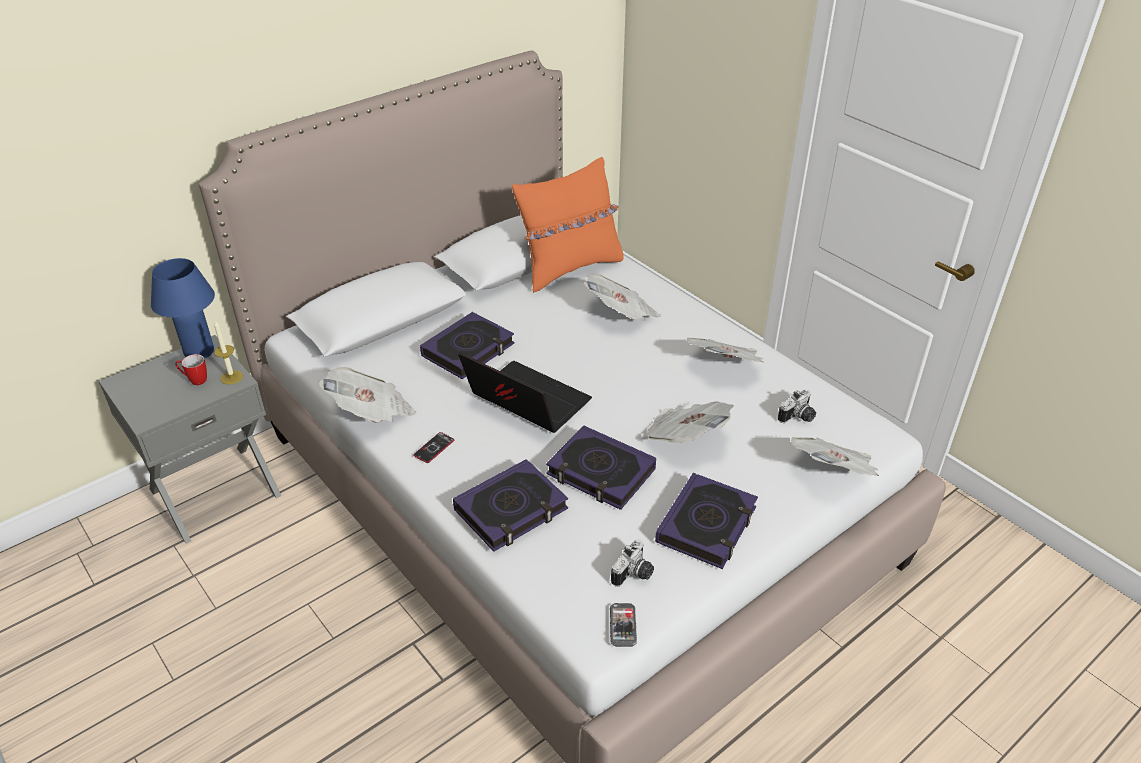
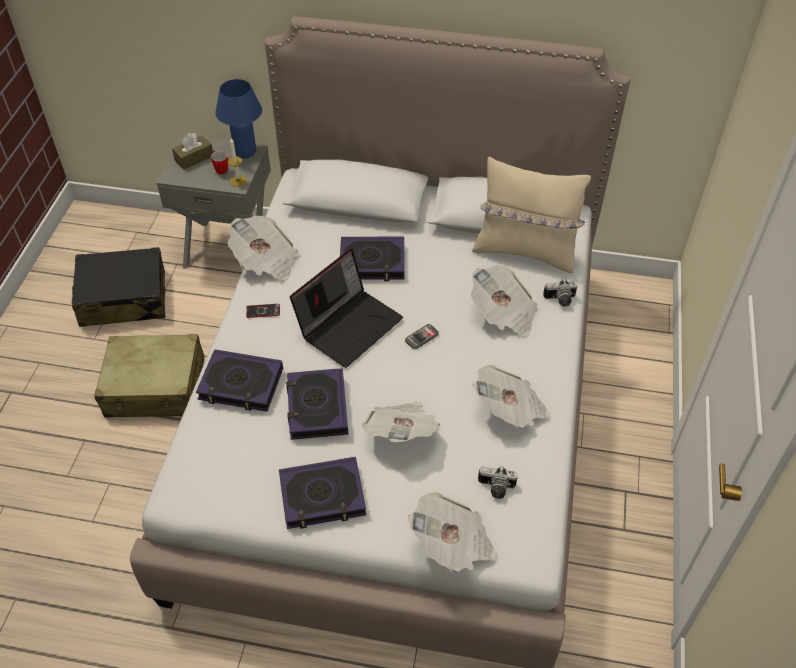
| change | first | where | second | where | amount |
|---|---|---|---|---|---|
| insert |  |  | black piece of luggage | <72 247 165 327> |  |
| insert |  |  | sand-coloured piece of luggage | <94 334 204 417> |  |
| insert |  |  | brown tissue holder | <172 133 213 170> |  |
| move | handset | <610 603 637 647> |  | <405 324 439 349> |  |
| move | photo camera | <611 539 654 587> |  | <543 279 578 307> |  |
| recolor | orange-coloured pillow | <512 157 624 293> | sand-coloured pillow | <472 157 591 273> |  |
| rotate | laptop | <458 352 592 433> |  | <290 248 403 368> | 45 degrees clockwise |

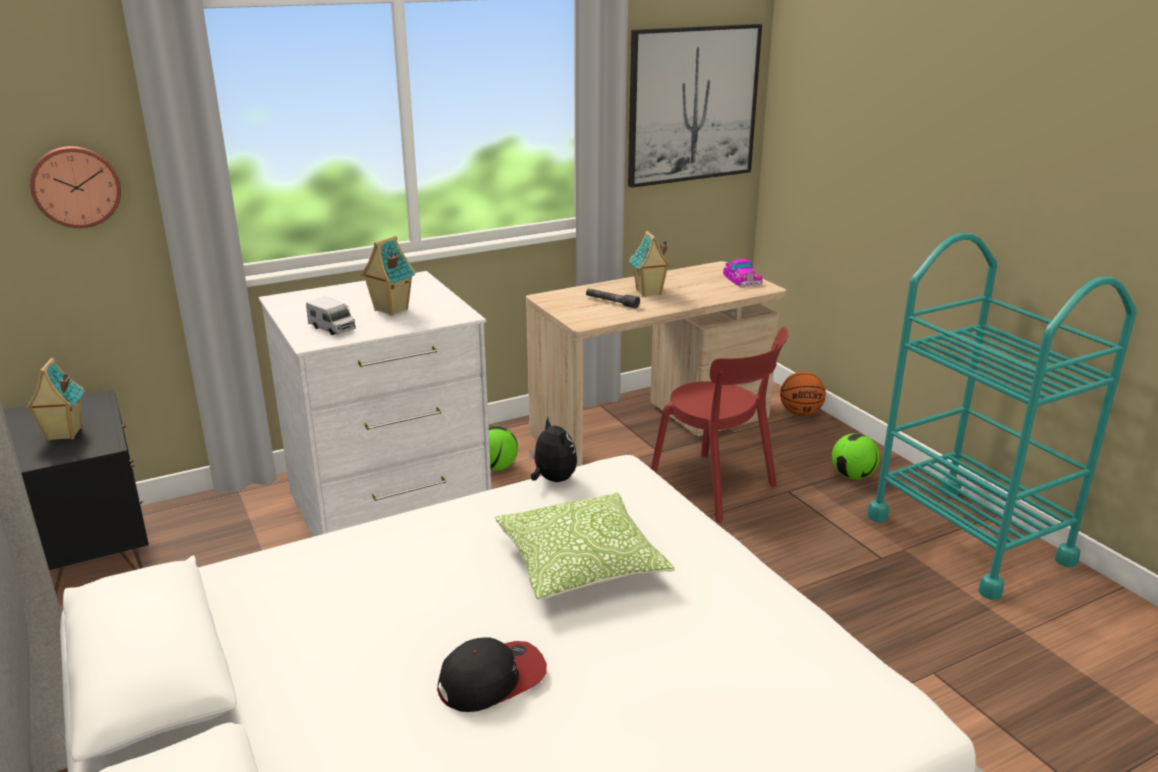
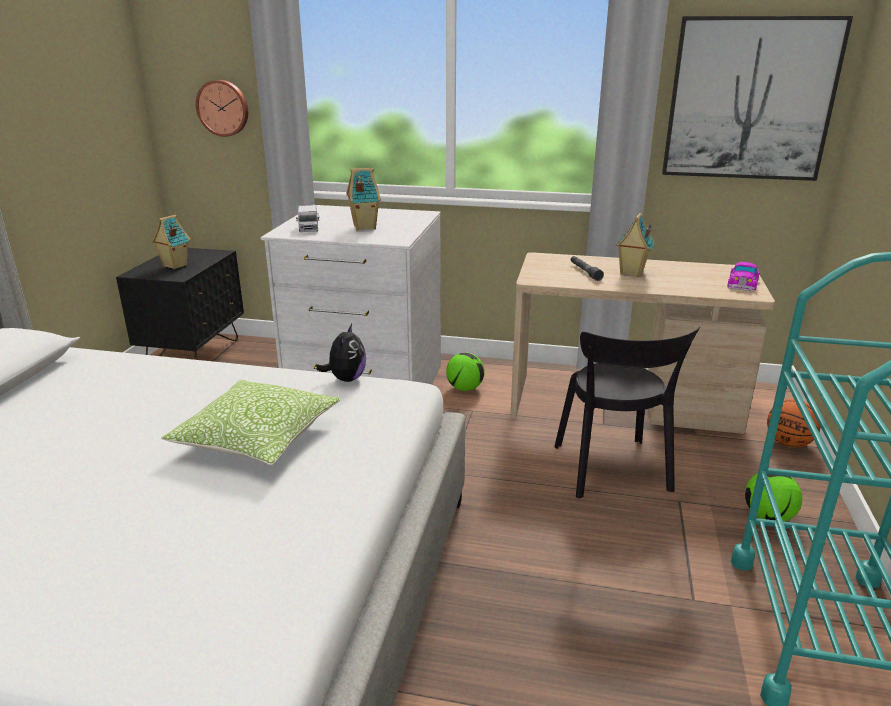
| change | first | where | second | where | amount |
|---|---|---|---|---|---|
| delete | baseball cap | <437 637 547 712> |  |  |  |
| recolor | red-coloured upright chair | <651 327 788 523> | black upright chair | <554 327 700 498> |  |

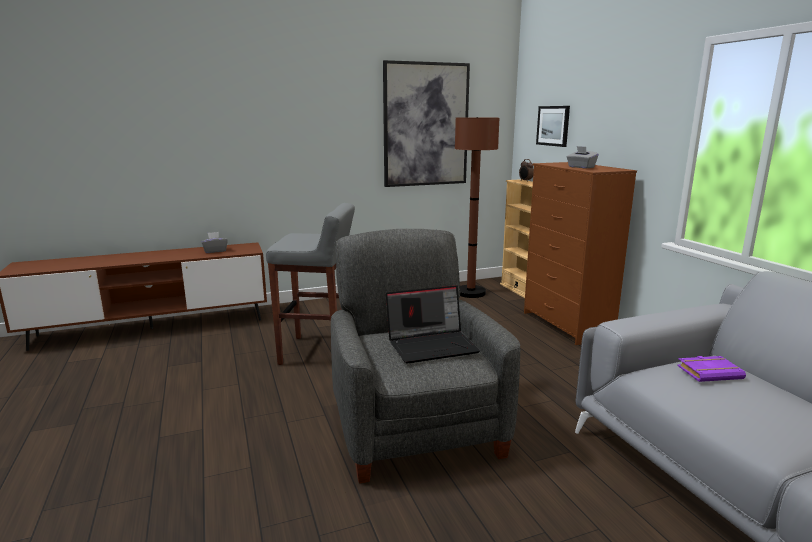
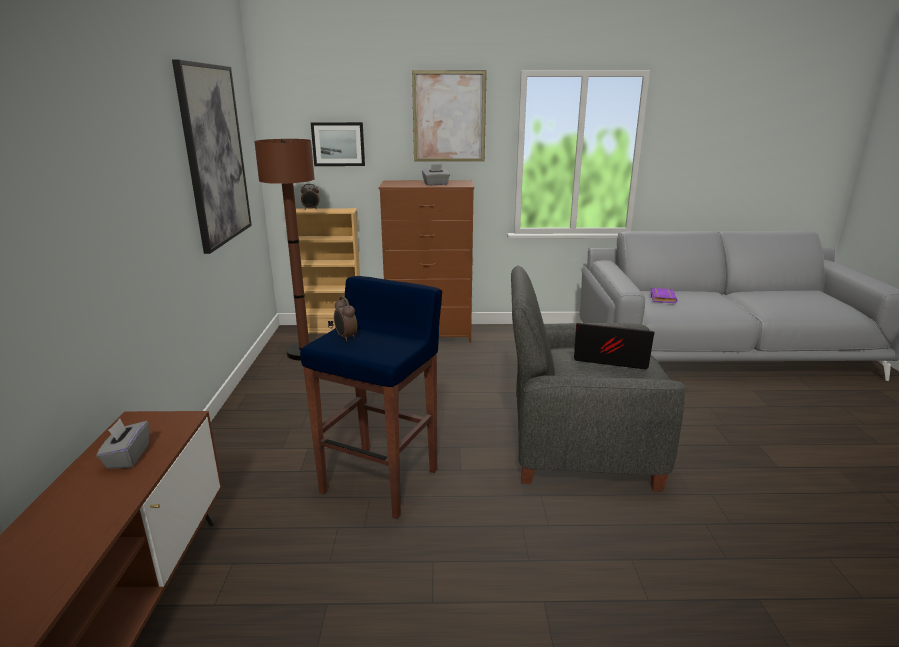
| change | first | where | second | where | amount |
|---|---|---|---|---|---|
| insert |  |  | bedside clock | <334 296 357 341> |  |
| insert |  |  | wall picture | <412 70 487 162> |  |
| recolor | grey sitting stool | <266 203 355 365> | bluish sitting stool | <300 276 442 519> |  |
| rotate | laptop | <386 285 480 364> |  | <574 323 654 369> | 75 degrees counterclockwise |

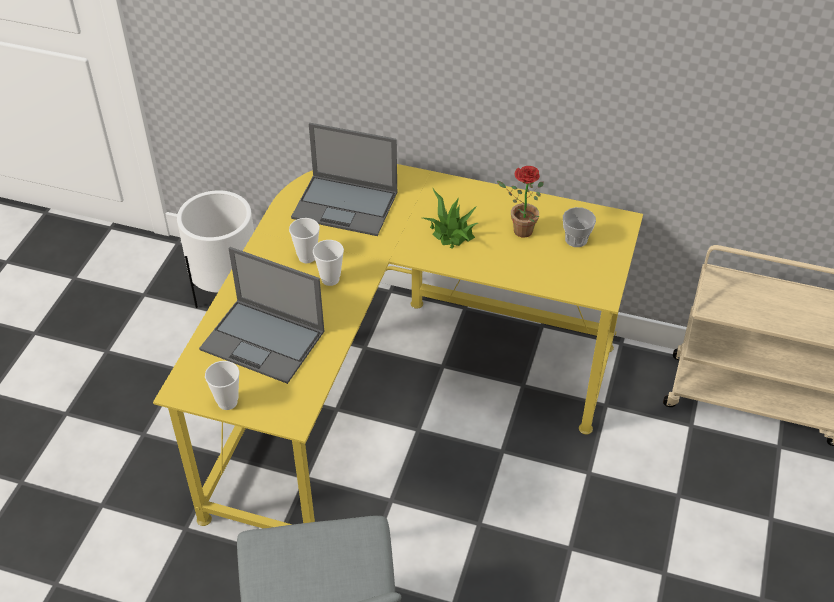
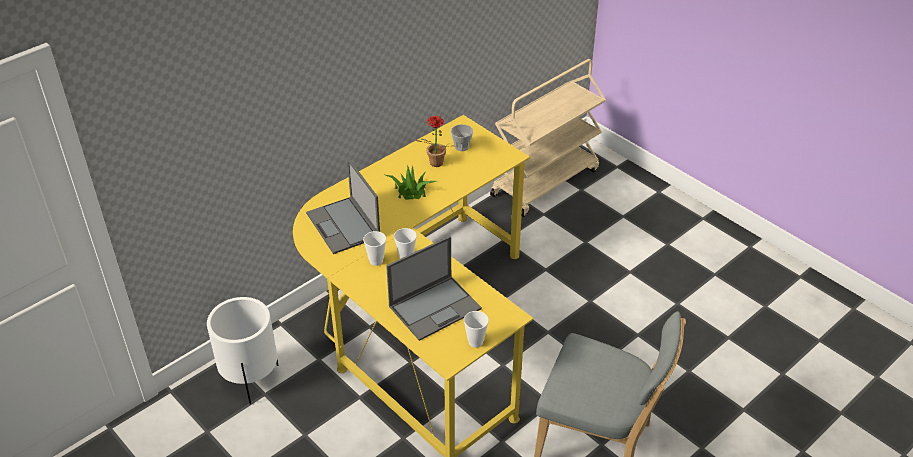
| change | first | where | second | where | amount |
|---|---|---|---|---|---|
| rotate | laptop | <291 123 398 236> |  | <306 158 380 254> | 105 degrees clockwise |

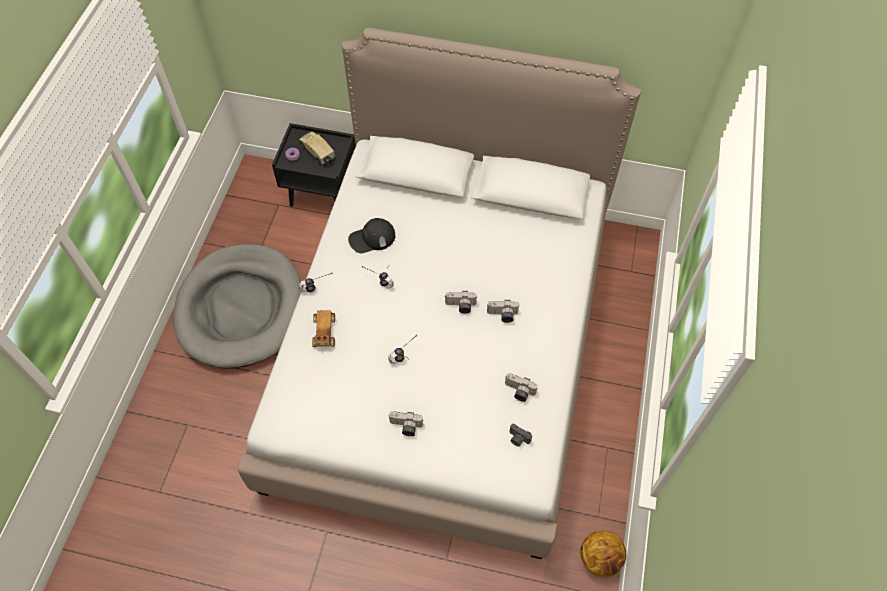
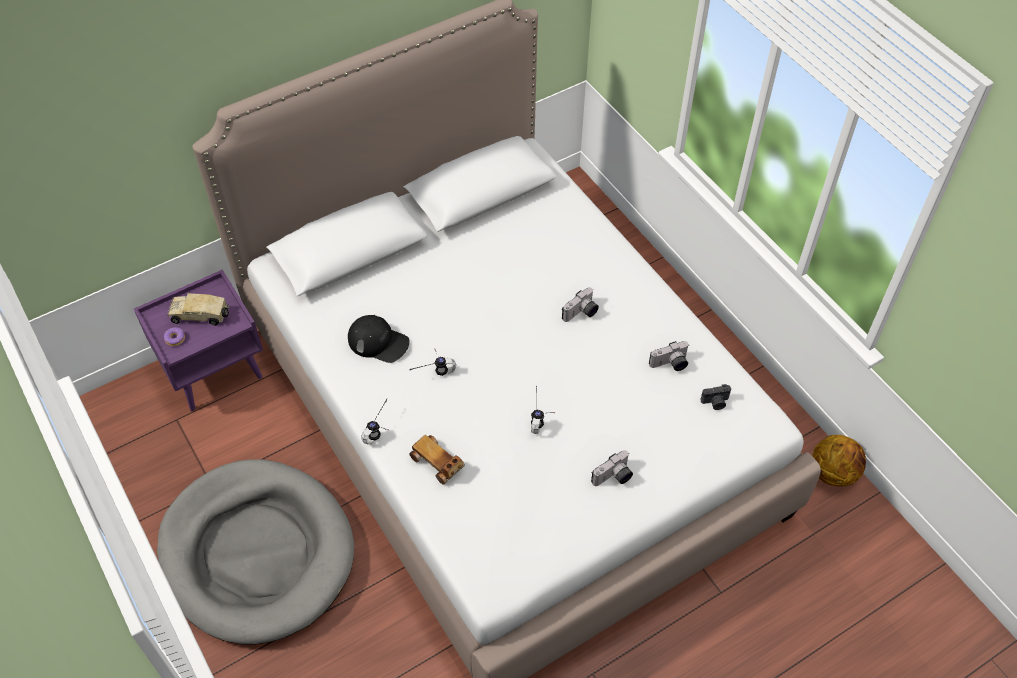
| change | first | where | second | where | amount |
|---|---|---|---|---|---|
| delete | photo camera | <445 291 477 314> |  |  |  |
| recolor | black night table | <272 123 356 207> | purplish night table | <134 270 263 411> |  |
| rotate | black baseball cap | <348 218 395 253> |  | <348 315 410 363> | 90 degrees counterclockwise |

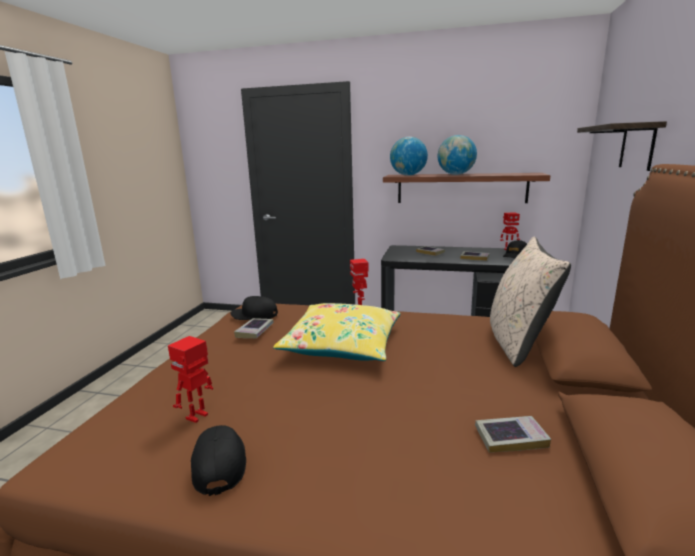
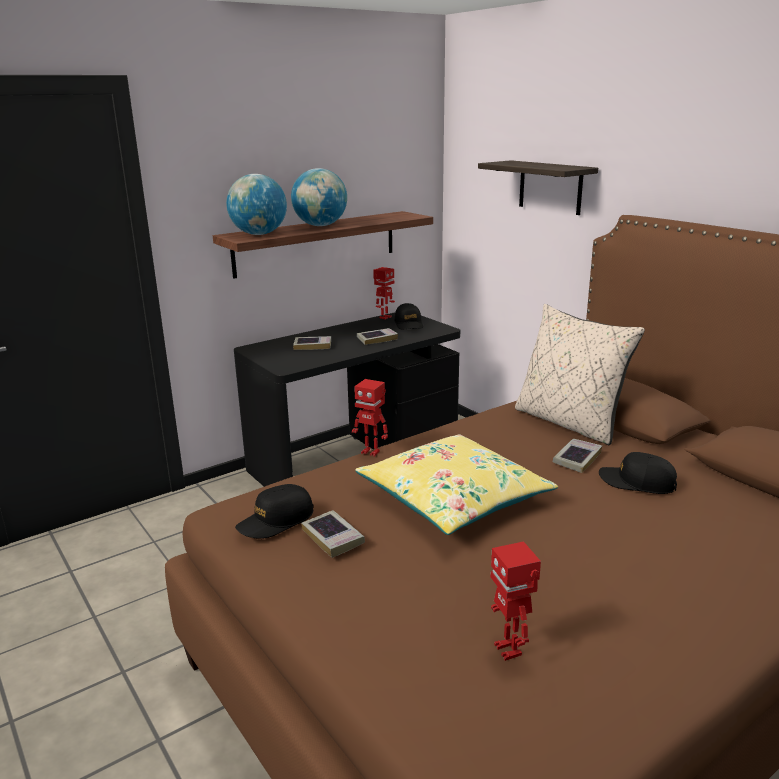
| change | first | where | second | where | amount |
|---|---|---|---|---|---|
| move | black baseball cap | <191 425 246 496> |  | <599 452 677 494> |  |
| move | bound book | <475 416 551 453> |  | <553 439 602 473> |  |

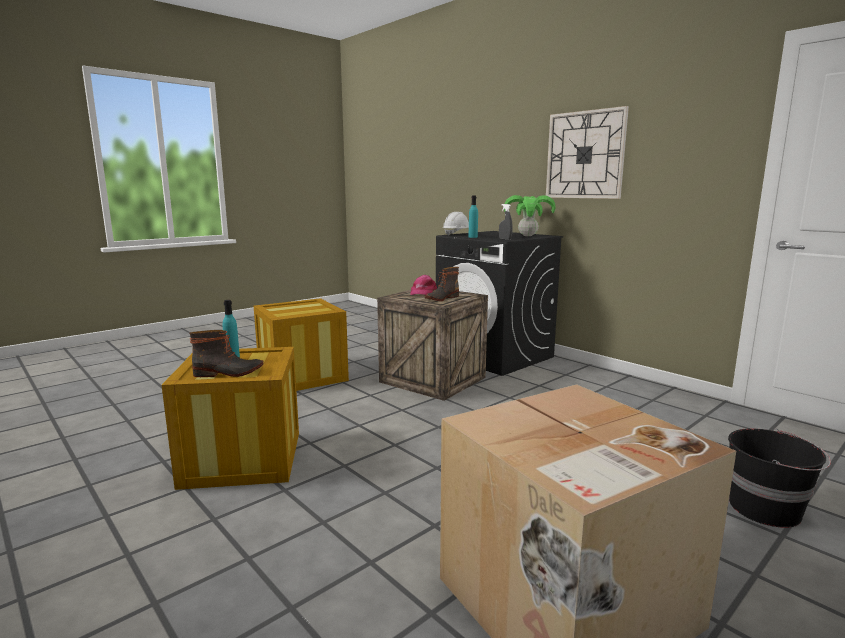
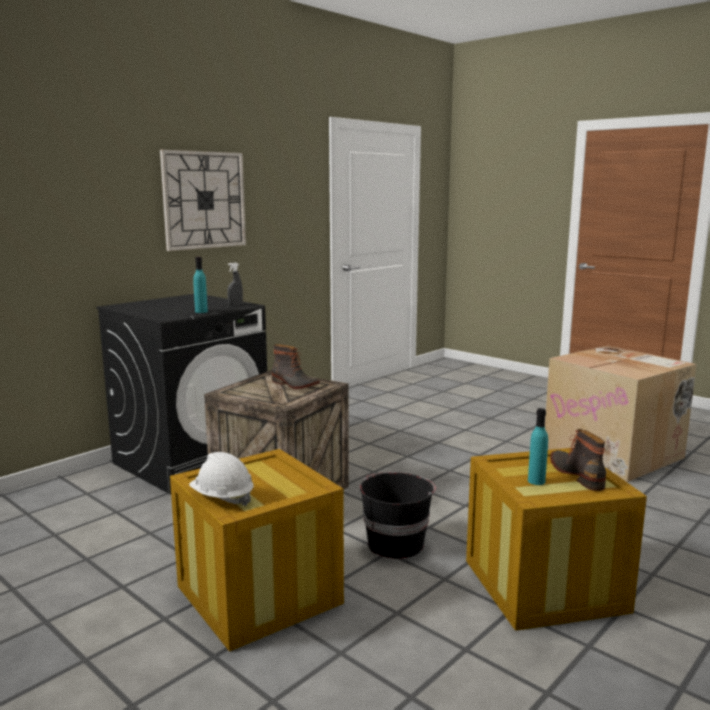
| change | first | where | second | where | amount |
|---|---|---|---|---|---|
| delete | pinkish baseball cap | <410 275 437 295> |  |  |  |
| delete | plant in a pot | <504 195 556 236> |  |  |  |
| move | white work helmet | <443 212 469 236> |  | <189 452 254 506> |  |
| move | black pail | <728 428 831 528> |  | <360 472 436 559> |  |

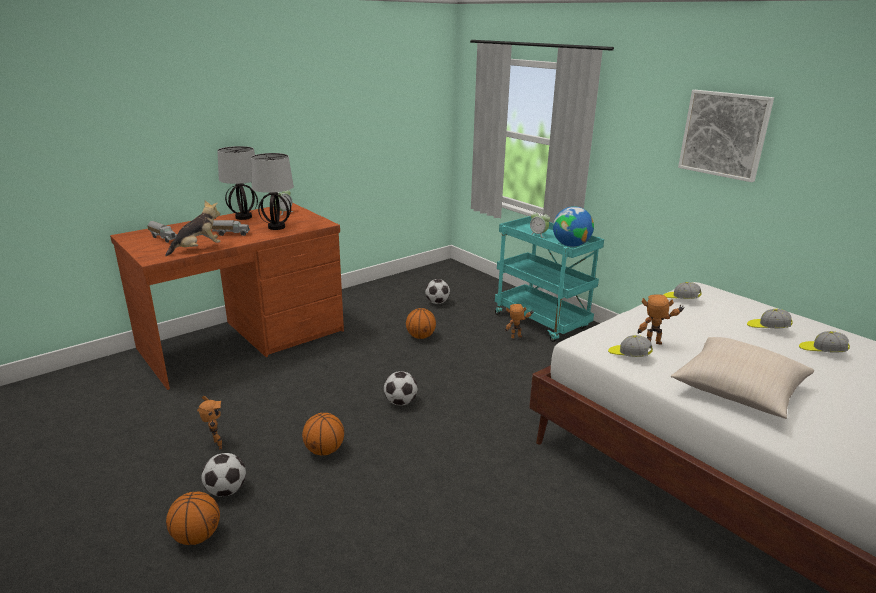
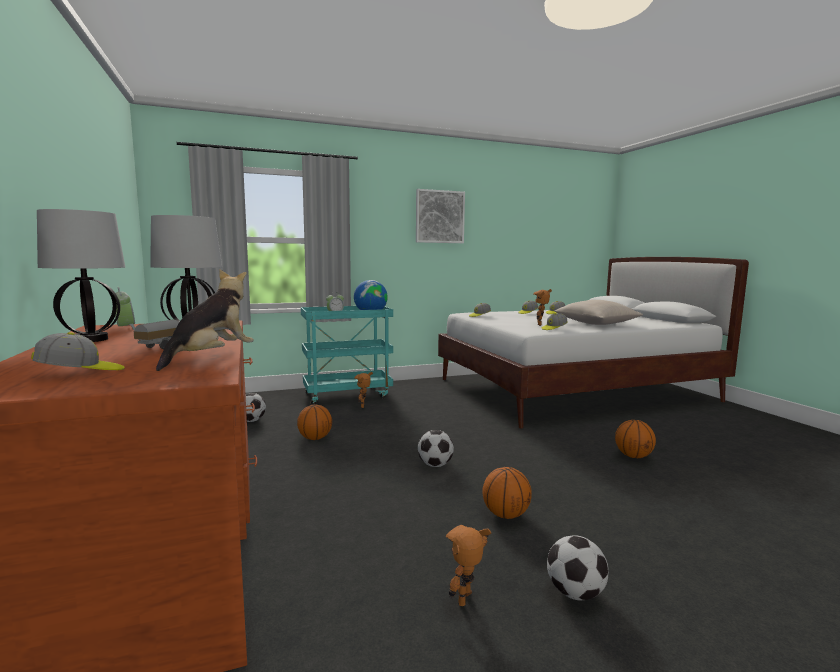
| change | first | where | second | where | amount |
|---|---|---|---|---|---|
| move | basketball | <166 492 220 545> |  | <615 420 656 458> |  |
| replace | toy lorry | <148 221 177 243> | baseball cap | <31 332 124 370> |  |
| rotate | plush toy | <165 200 220 256> |  | <156 270 254 371> | 45 degrees clockwise |
| rotate | robot figure | <197 396 222 450> |  | <445 525 492 607> | 45 degrees counterclockwise |

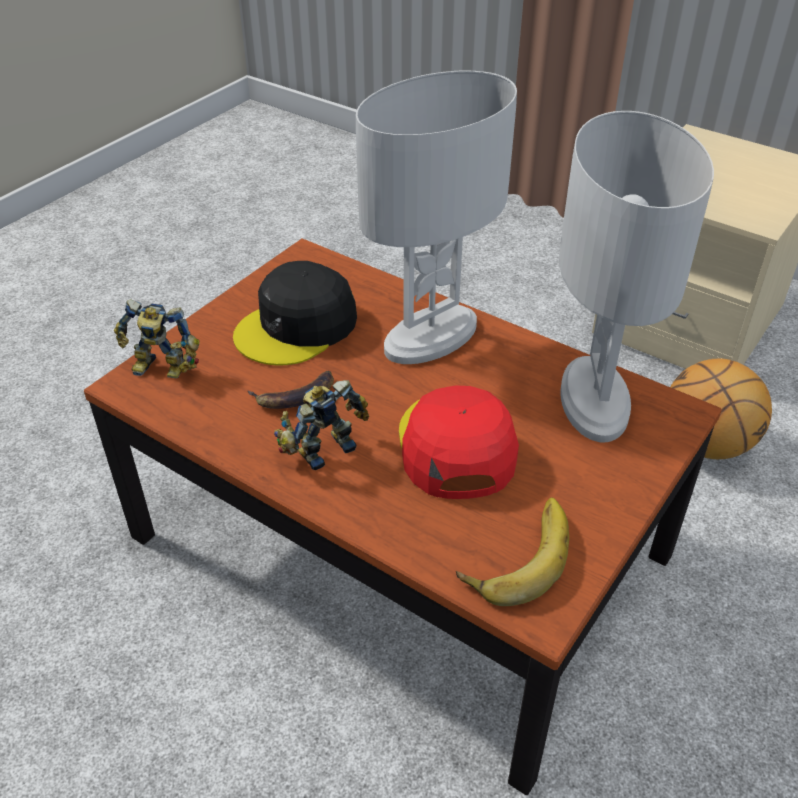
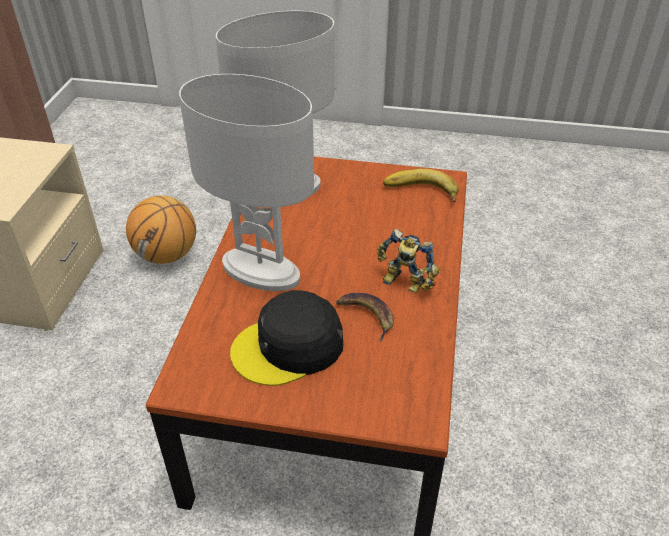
| change | first | where | second | where | amount |
|---|---|---|---|---|---|
| delete | robot figure | <114 299 200 378> |  |  |  |
| delete | red-coloured baseball cap | <399 385 519 499> |  |  |  |
| rotate | black baseball cap | <233 261 357 366> |  | <230 290 343 386> | 135 degrees clockwise |

